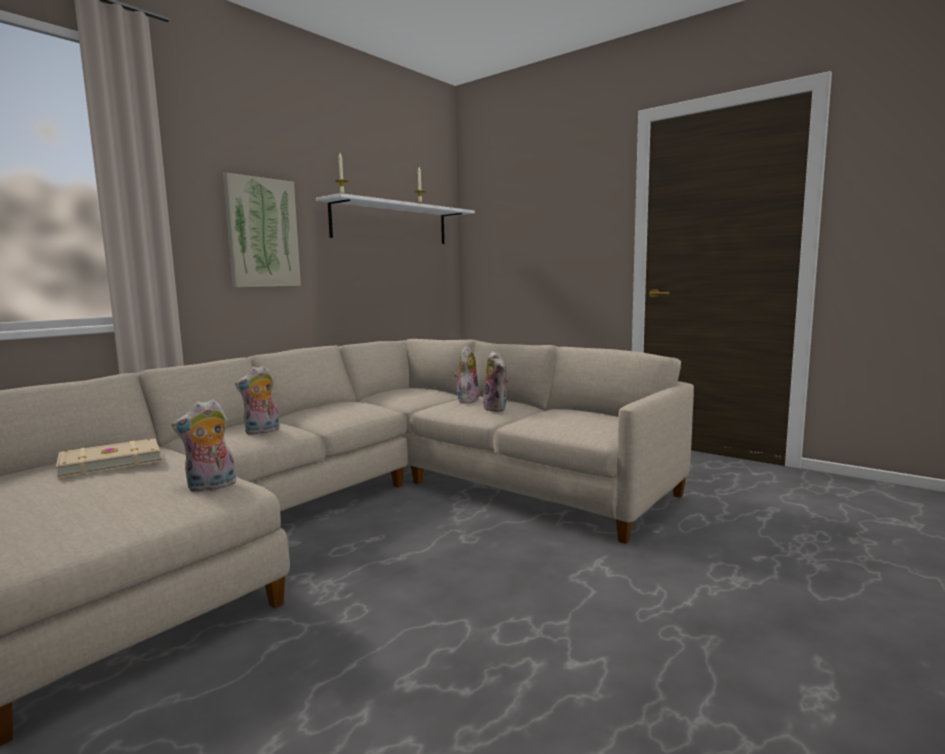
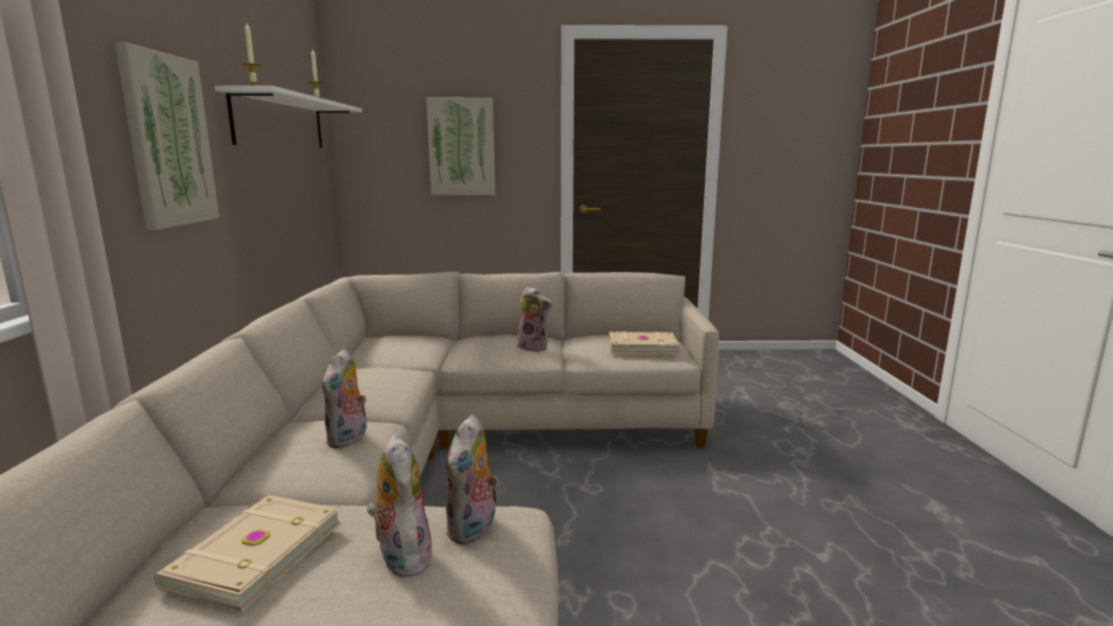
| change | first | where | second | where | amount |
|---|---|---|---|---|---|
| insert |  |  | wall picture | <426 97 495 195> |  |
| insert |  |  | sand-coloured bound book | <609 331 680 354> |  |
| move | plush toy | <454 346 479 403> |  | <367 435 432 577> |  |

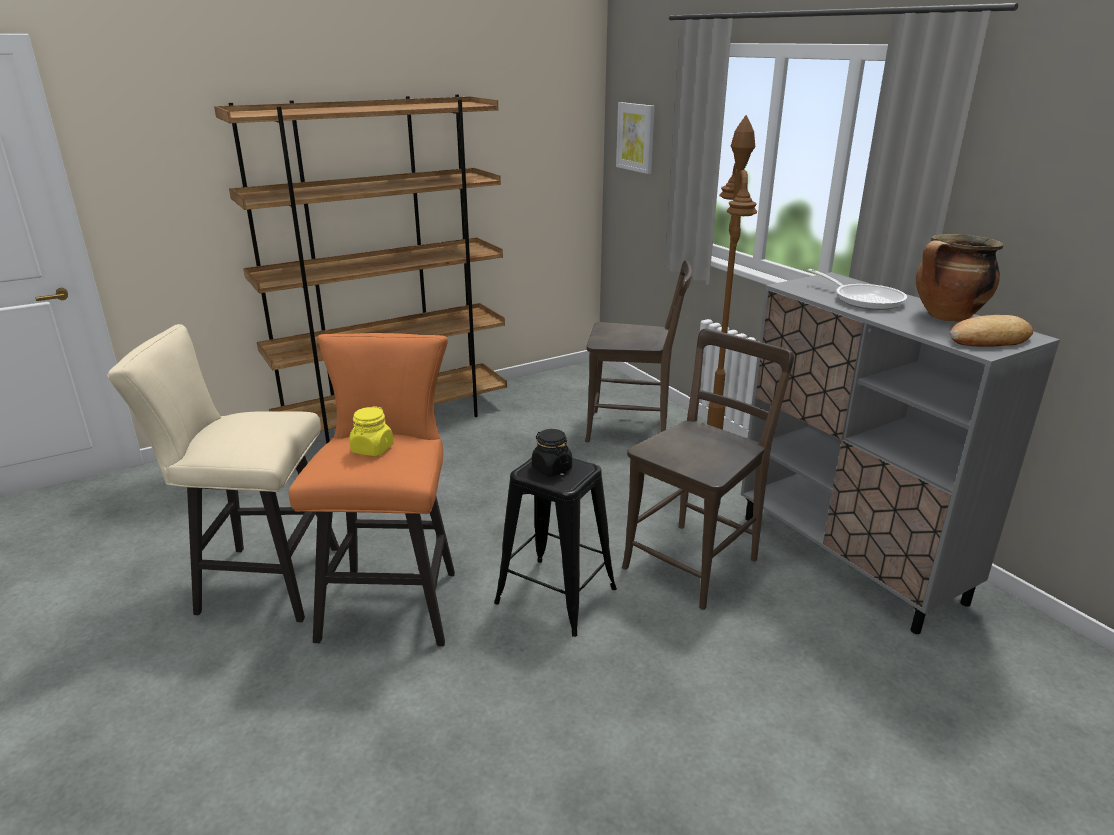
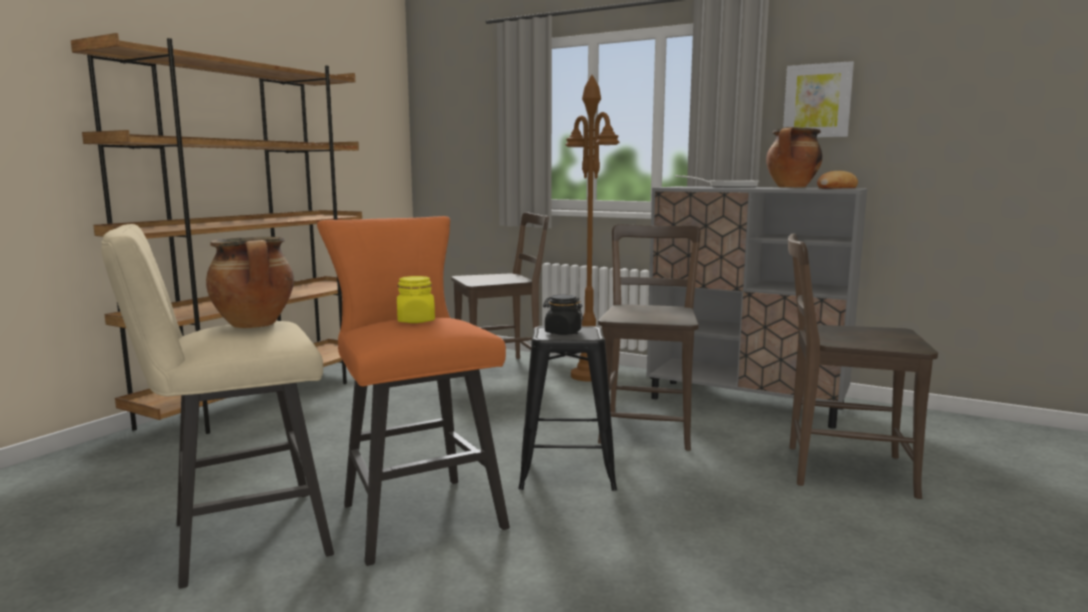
| change | first | where | second | where | amount |
|---|---|---|---|---|---|
| insert |  |  | cooking pot | <206 237 294 328> |  |
| insert |  |  | brown upright chair | <788 233 938 499> |  |
| move | wall picture | <616 102 655 174> |  | <783 61 854 138> |  |

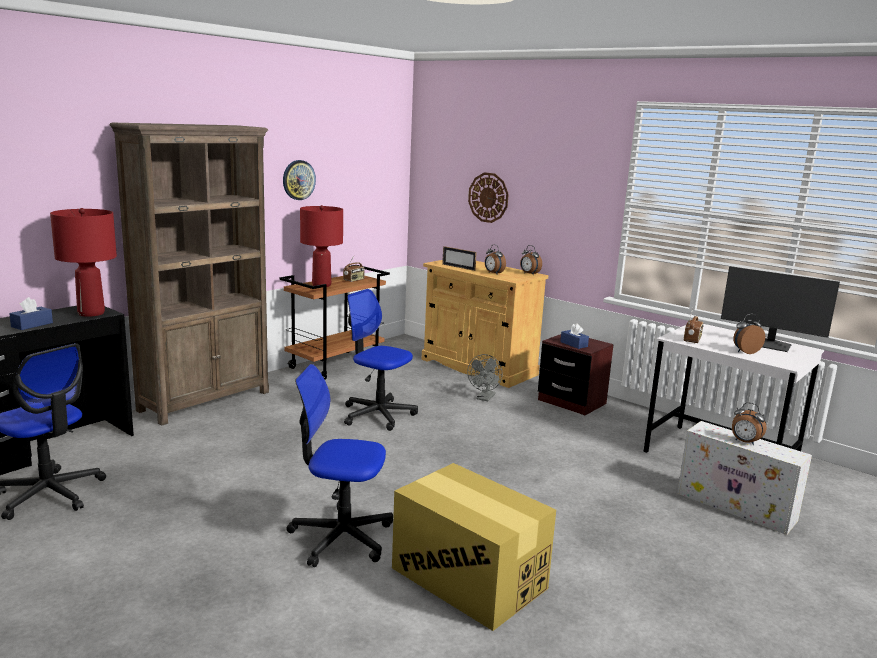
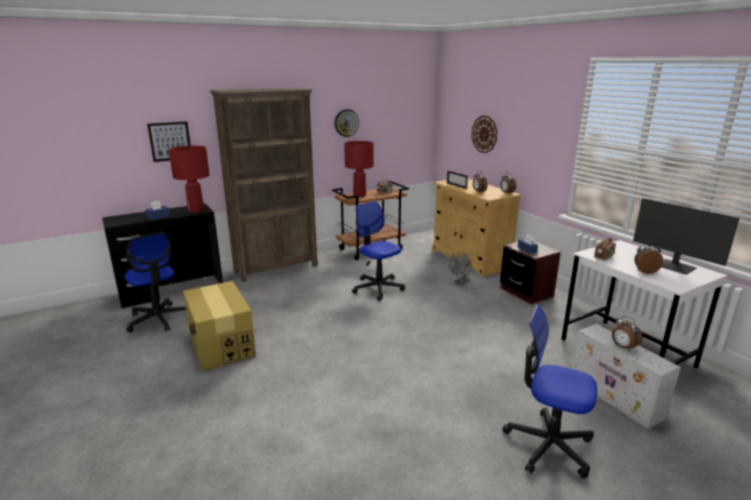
| change | first | where | second | where | amount |
|---|---|---|---|---|---|
| insert |  |  | wall picture | <147 121 191 162> |  |
| move | office chair | <286 364 393 567> |  | <503 305 597 479> |  |
| move | carton | <392 463 556 631> |  | <183 281 256 371> |  |

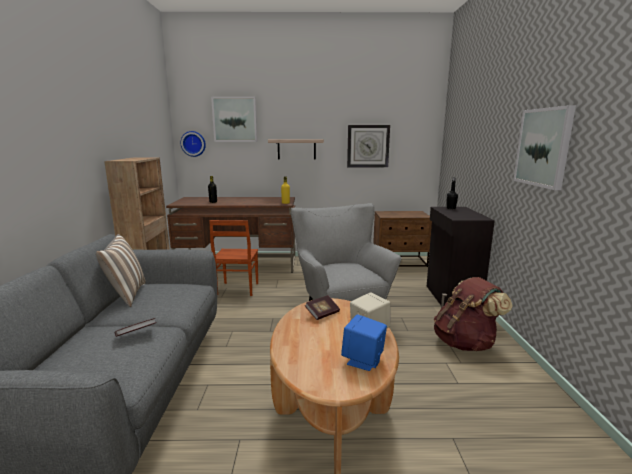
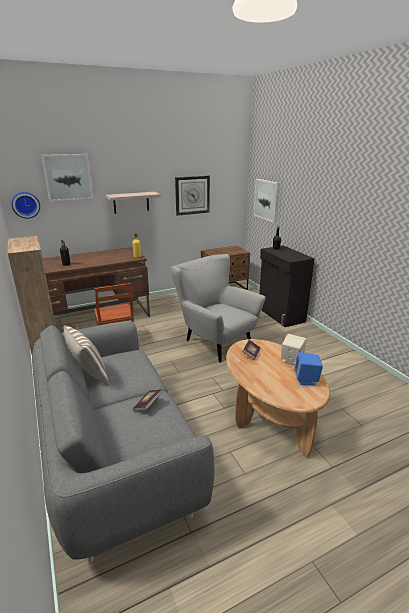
| change | first | where | second | where | amount |
|---|---|---|---|---|---|
| delete | brown knapsack | <434 277 513 351> |  |  |  |
| move | wall picture | <513 105 576 190> |  | <254 179 280 223> |  |

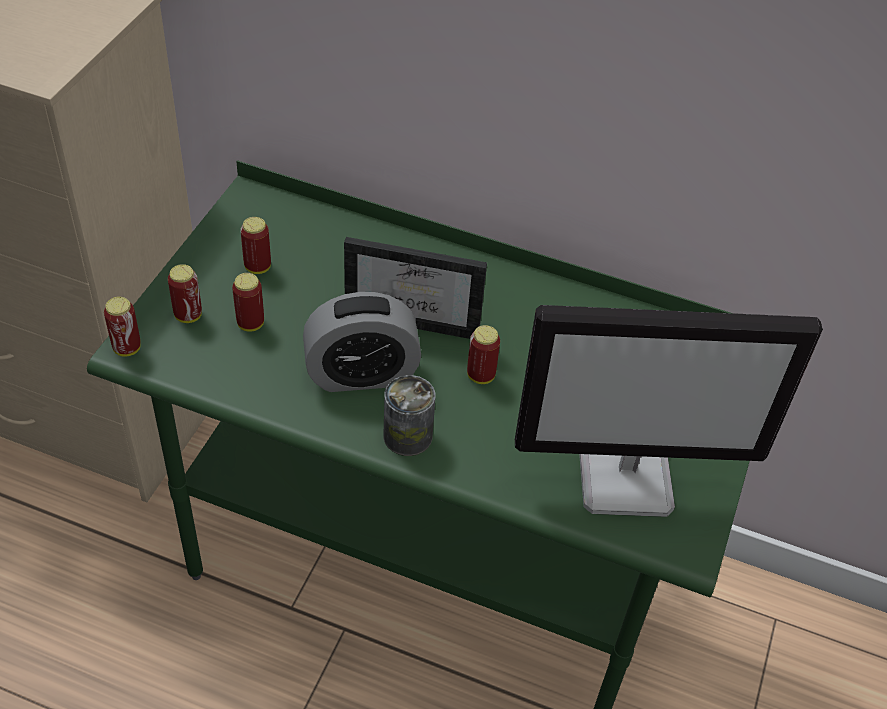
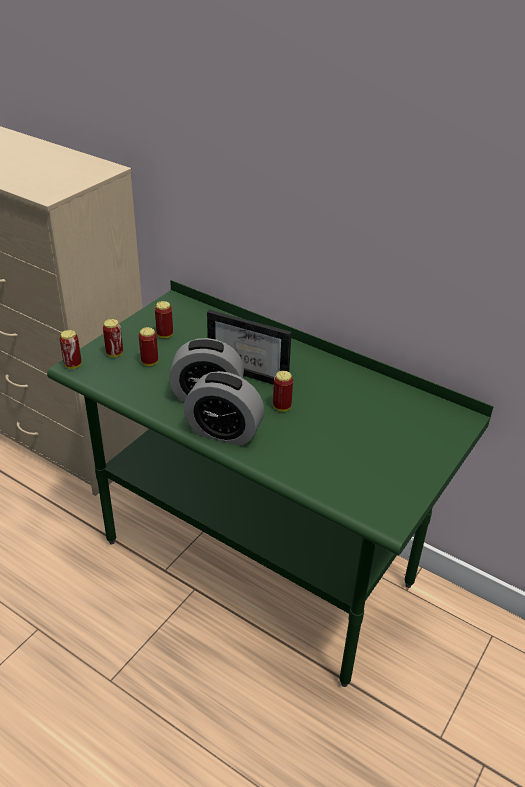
| change | first | where | second | where | amount |
|---|---|---|---|---|---|
| delete | computer display | <515 305 823 517> |  |  |  |
| replace | sealed can | <383 375 435 456> | bedside clock | <184 371 264 446> |  |

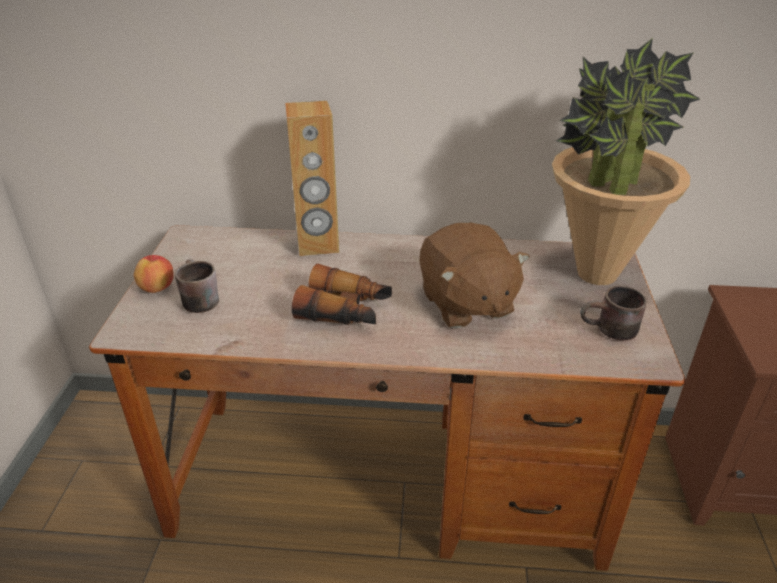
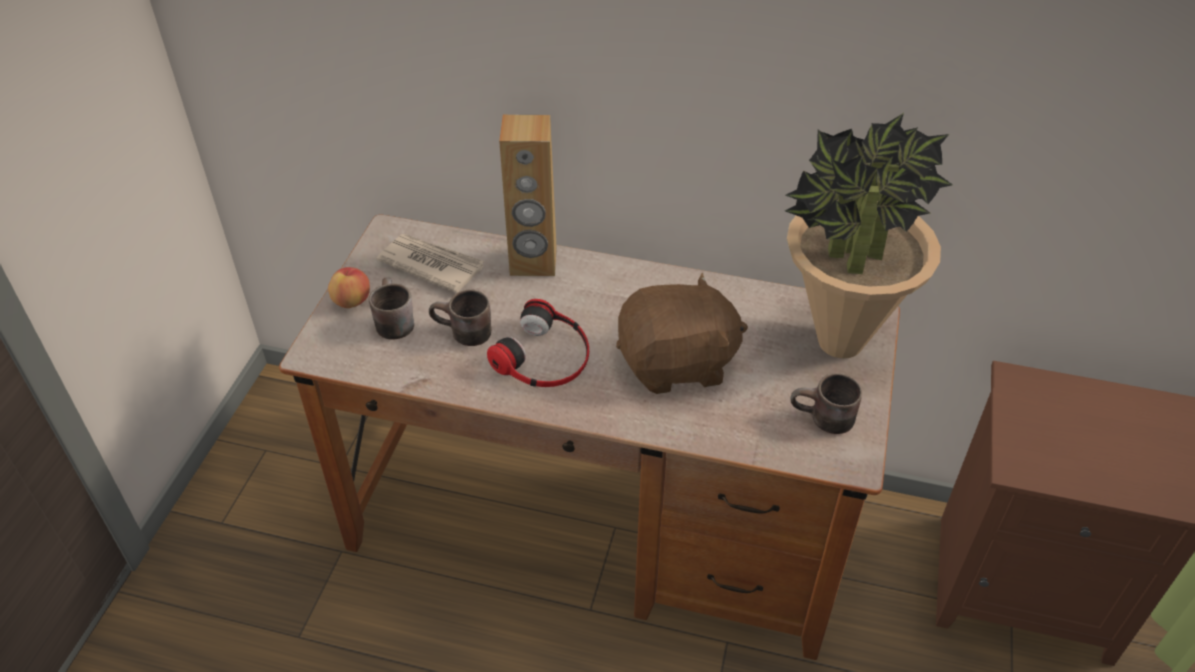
| change | first | where | second | where | amount |
|---|---|---|---|---|---|
| insert |  |  | printed paper | <376 234 484 293> |  |
| insert |  |  | brown mug | <429 289 492 346> |  |
| replace | field glasses | <292 264 392 325> | headset | <487 299 589 387> |  |
| rotate | brown plush toy | <419 223 530 329> |  | <616 272 748 394> | 90 degrees counterclockwise |

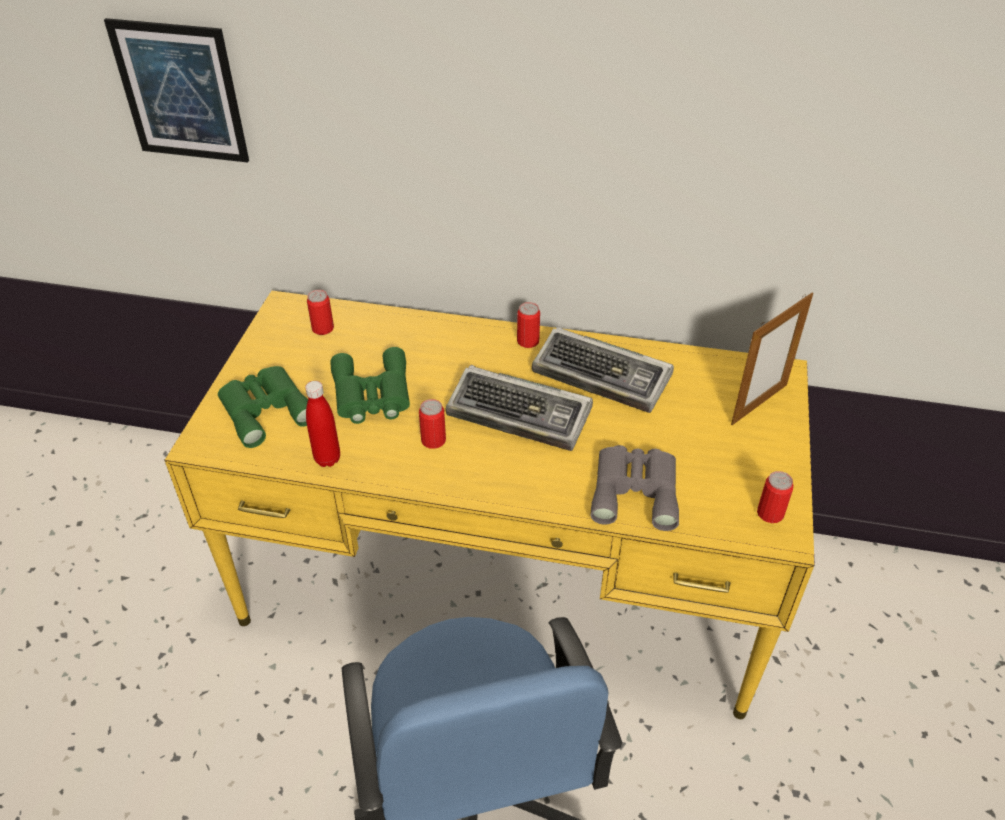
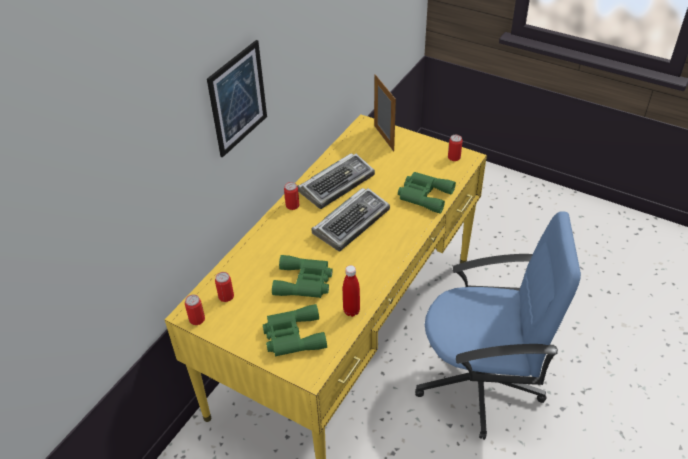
| change | first | where | second | where | amount |
|---|---|---|---|---|---|
| move | wall picture | <104 18 249 162> |  | <207 40 267 158> |  |
| move | sealed can | <419 399 446 449> |  | <185 295 205 325> |  |
| recolor | grey field glasses | <590 445 679 531> | green-coloured field glasses | <398 172 456 214> |  |

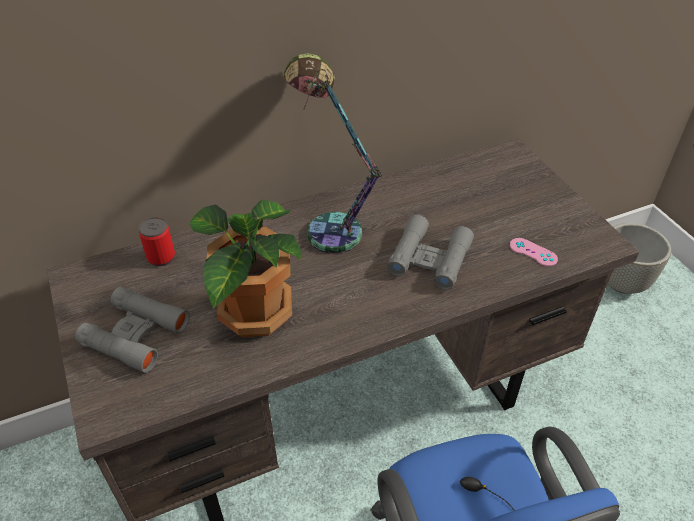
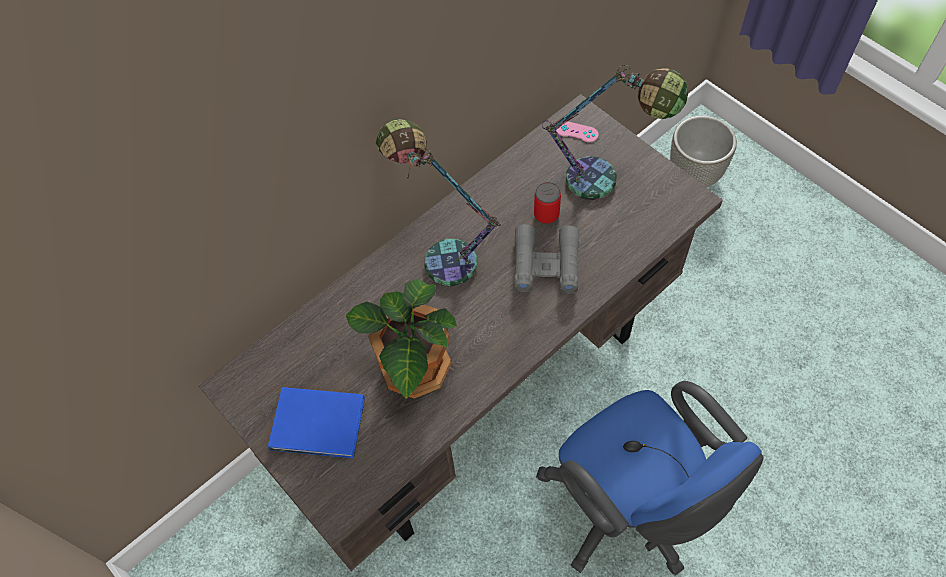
| change | first | where | second | where | amount |
|---|---|---|---|---|---|
| insert |  |  | lamp for a table | <542 65 688 200> |  |
| move | sealed can | <139 217 175 266> |  | <534 182 561 224> |  |
| move | pinkish game controller | <510 238 558 266> |  | <556 122 599 142> |  |
| replace | grey field glasses | <75 287 190 373> | bluish bound book | <268 387 365 459> |  |

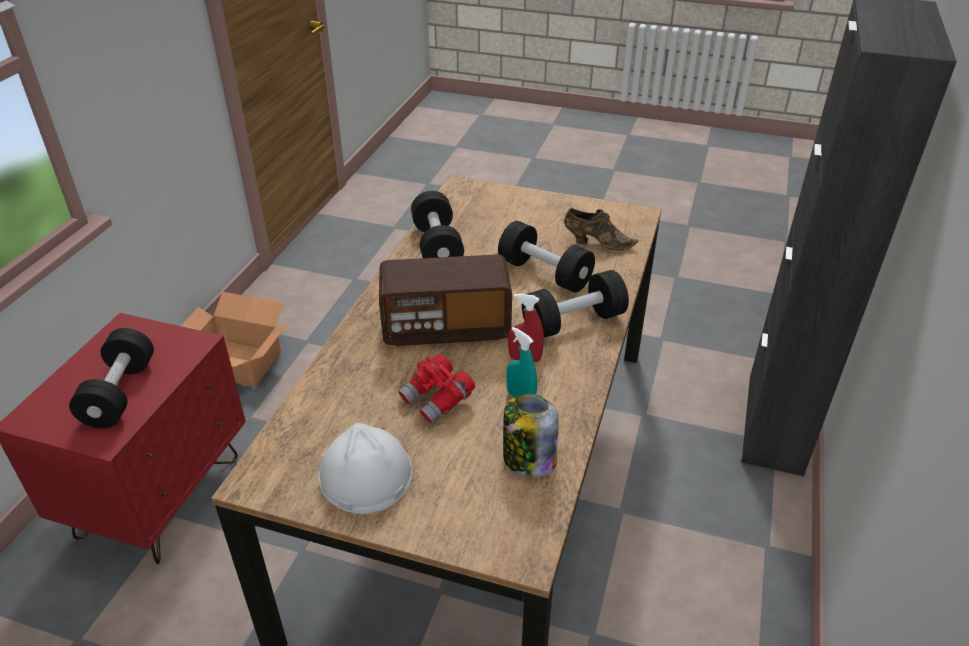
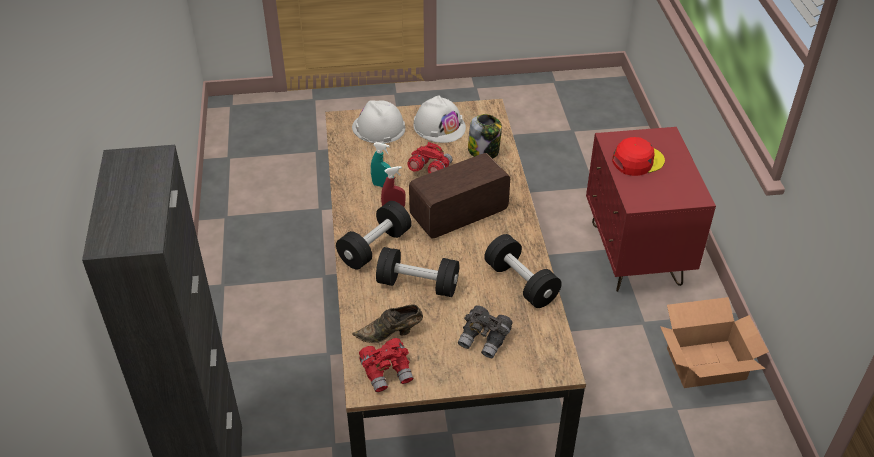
| change | first | where | second | where | amount |
|---|---|---|---|---|---|
| insert |  |  | white work helmet | <352 100 405 143> |  |
| insert |  |  | red-coloured field glasses | <359 338 413 392> |  |
| insert |  |  | grey field glasses | <458 305 513 358> |  |
| move | jar | <503 394 559 477> |  | <468 114 502 159> |  |
| replace | black dumbbell | <69 328 154 428> | red-coloured baseball cap | <612 137 665 176> |  |

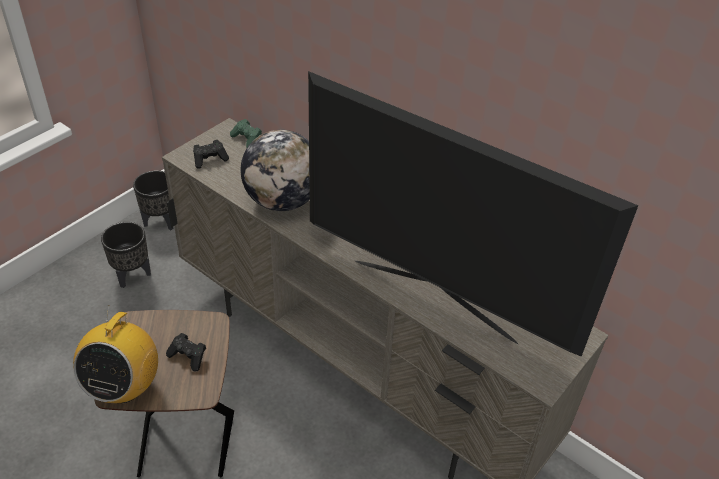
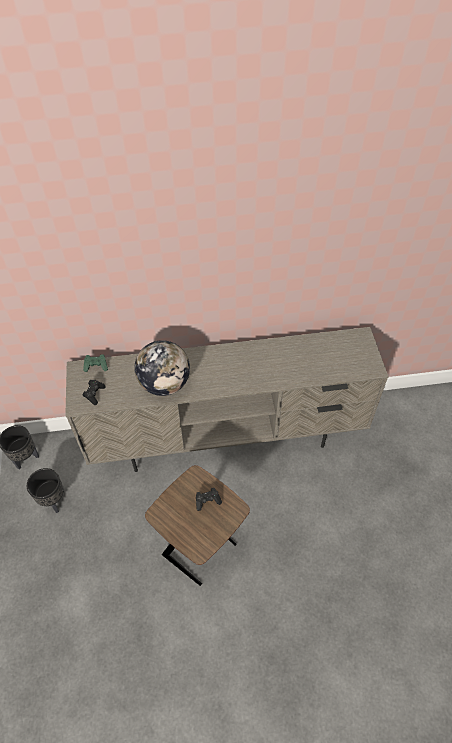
| change | first | where | second | where | amount |
|---|---|---|---|---|---|
| delete | radio | <73 305 158 403> |  |  |  |
| delete | TV | <308 71 638 357> |  |  |  |

